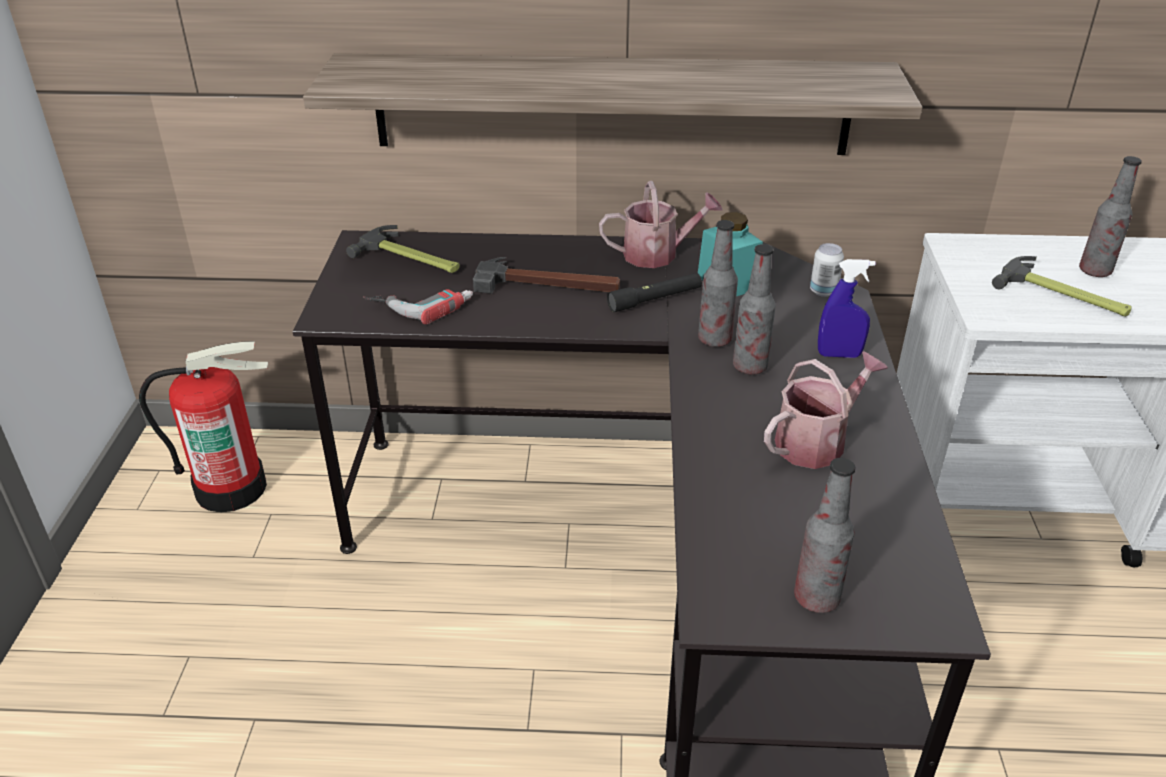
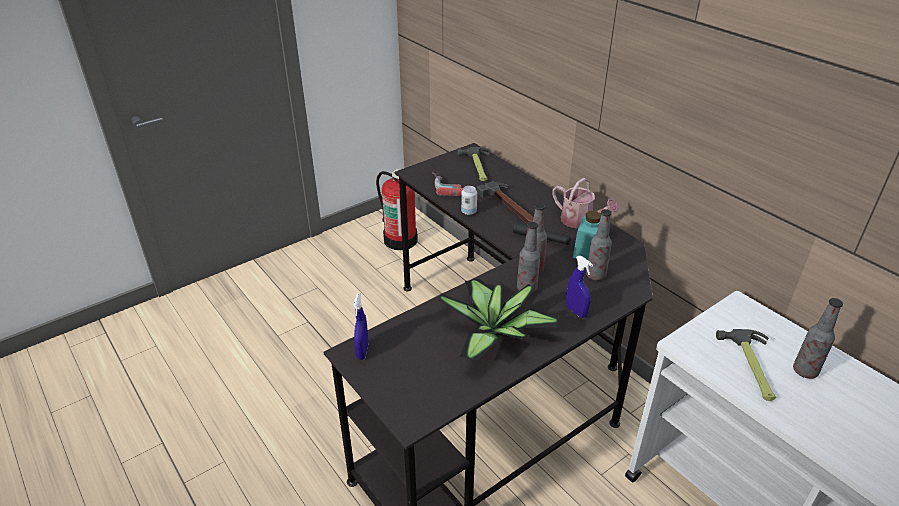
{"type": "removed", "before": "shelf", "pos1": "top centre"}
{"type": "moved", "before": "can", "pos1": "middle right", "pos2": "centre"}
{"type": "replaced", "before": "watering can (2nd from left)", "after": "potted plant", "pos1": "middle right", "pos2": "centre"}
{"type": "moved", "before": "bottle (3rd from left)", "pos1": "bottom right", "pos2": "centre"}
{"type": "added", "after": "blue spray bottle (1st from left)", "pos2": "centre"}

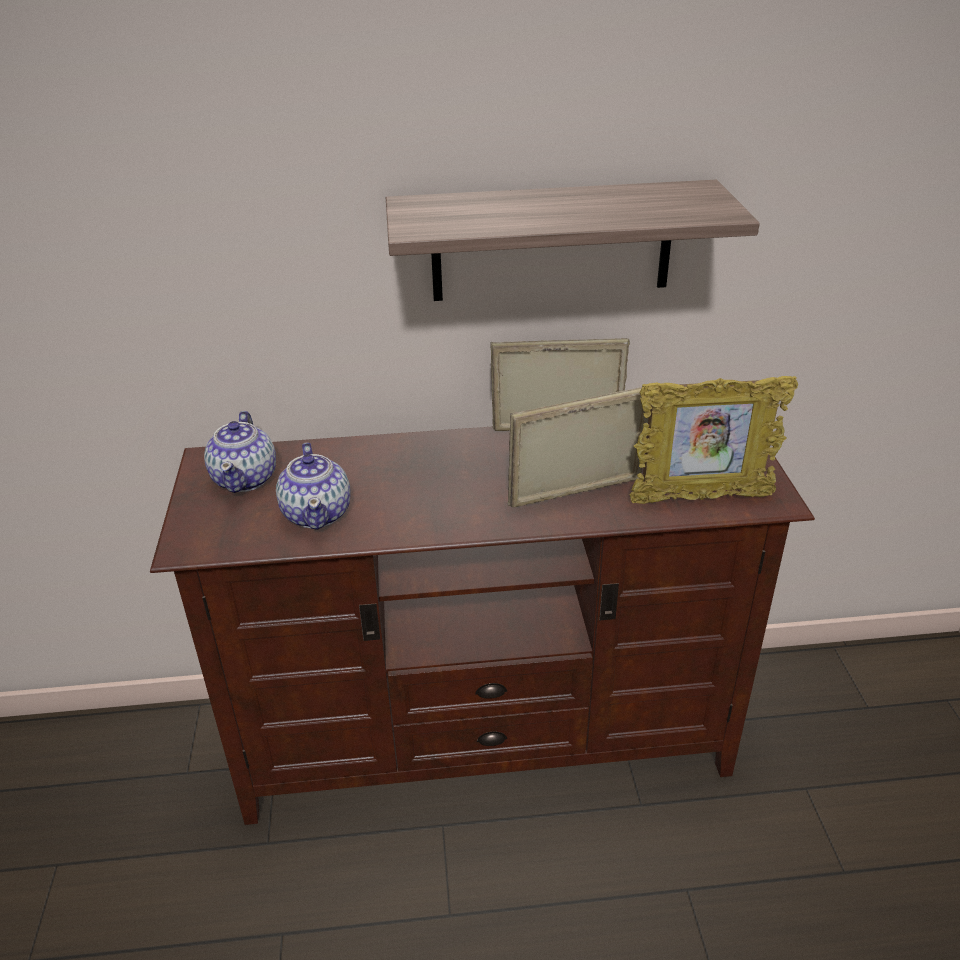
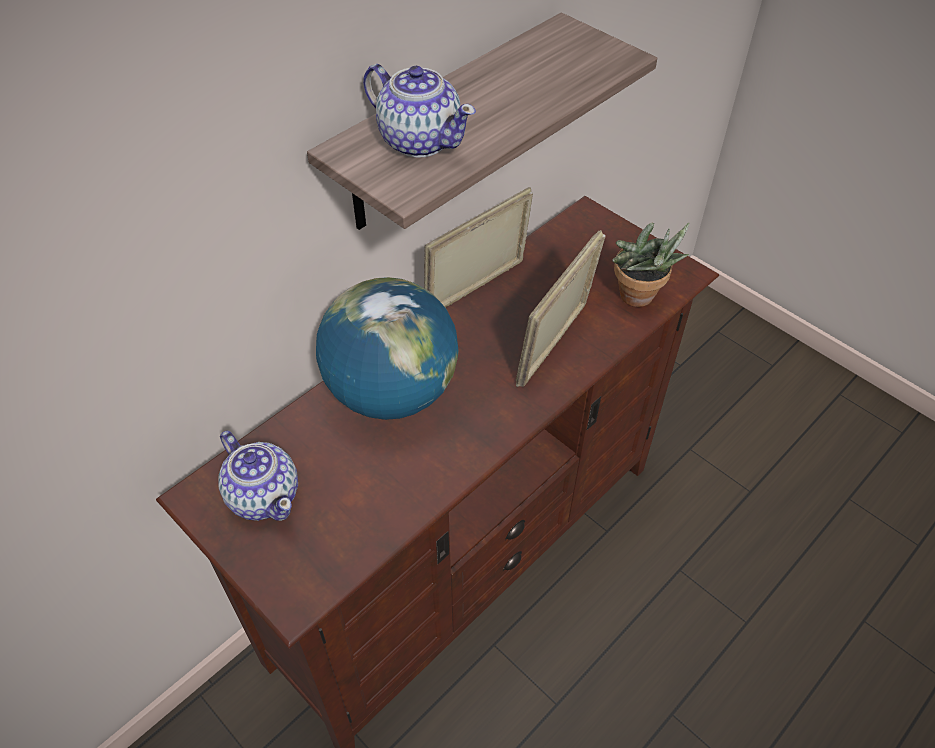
{"type": "replaced", "before": "picture frame (3rd from left)", "after": "potted plant", "pos1": "middle right", "pos2": "middle right"}
{"type": "moved", "before": "teapot (2nd from left)", "pos1": "middle left", "pos2": "top centre"}
{"type": "added", "after": "globe", "pos2": "centre"}

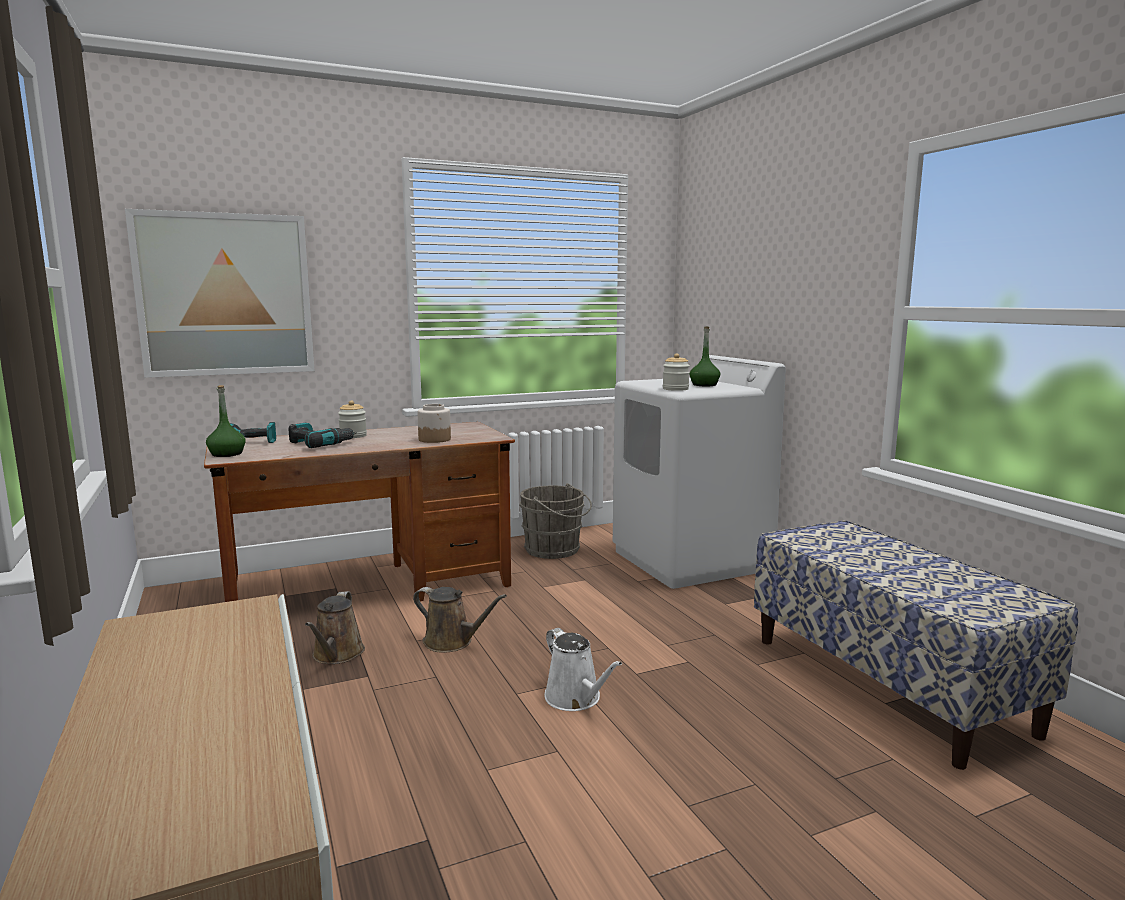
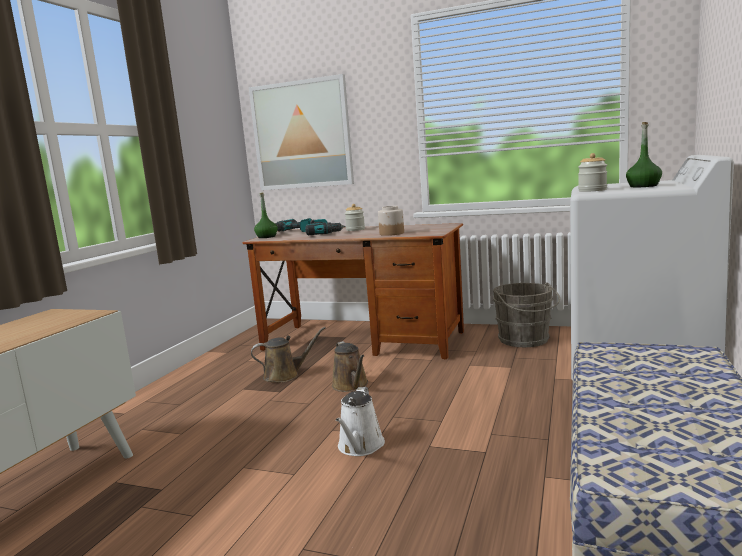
{"type": "turned", "before": "brown watering can (1st from left)", "pos1": "bottom left", "pos2": "centre", "turn": -150}

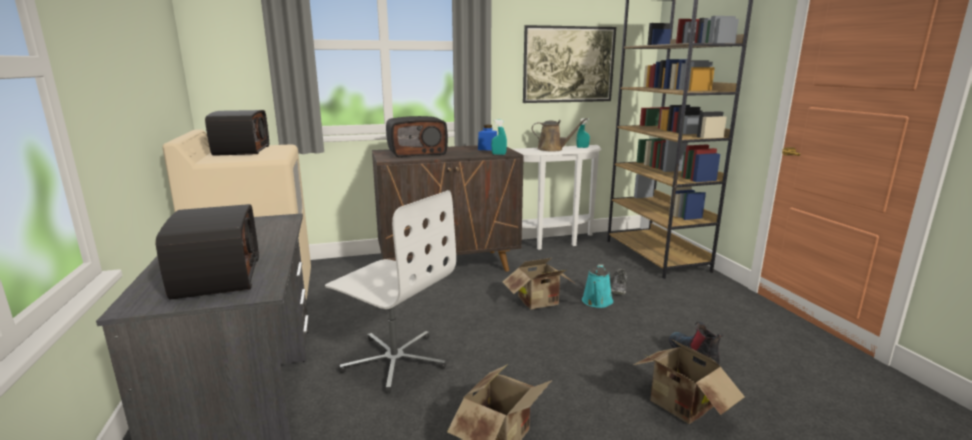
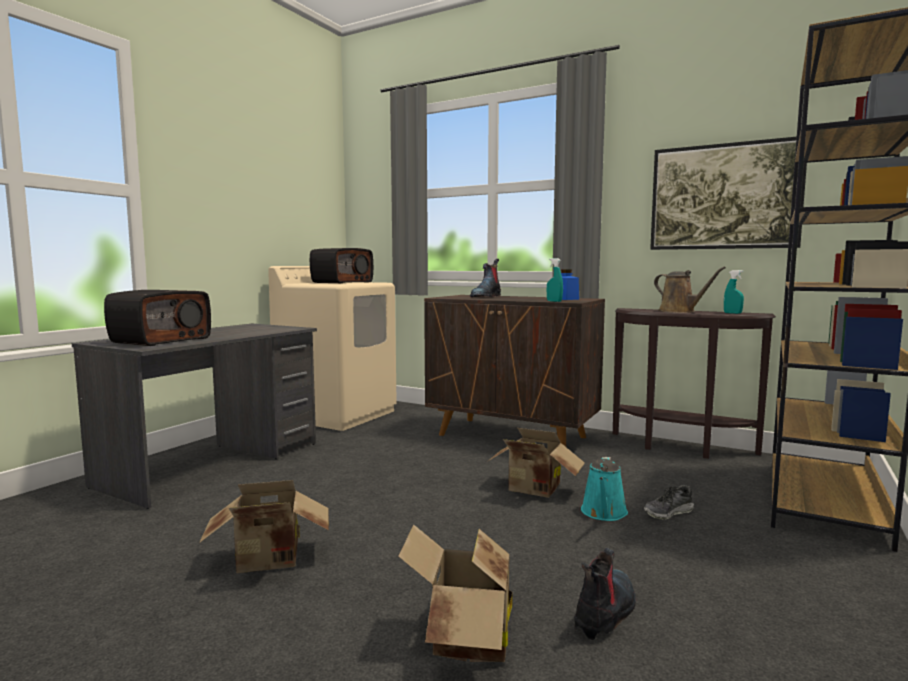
{"type": "replaced", "before": "radio (3rd from left)", "after": "boot (1st from left)", "pos1": "top centre", "pos2": "centre"}
{"type": "recoloured", "before": "white console table", "after": "brown console table", "pos1": "centre", "pos2": "middle right"}
{"type": "removed", "before": "white office chair", "pos1": "centre"}
{"type": "turned", "before": "turquoise watering can", "pos1": "centre", "pos2": "bottom centre", "turn": -45}

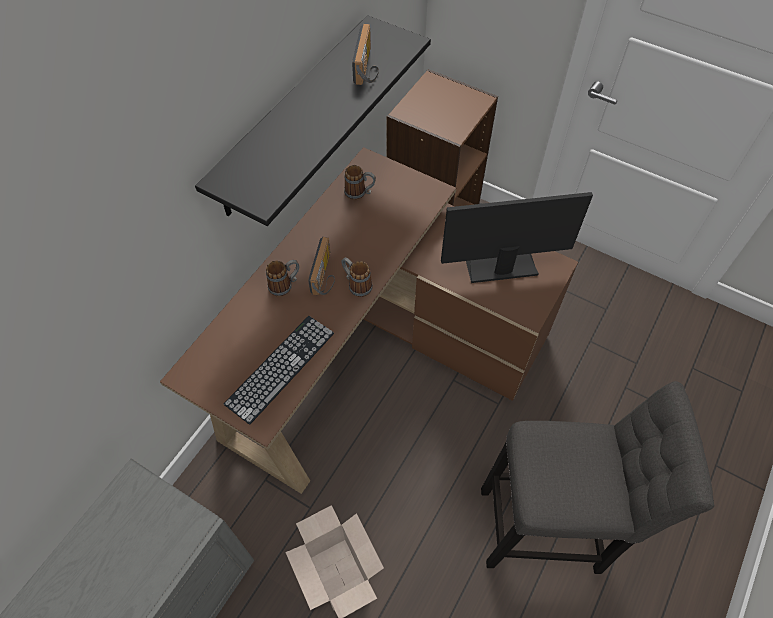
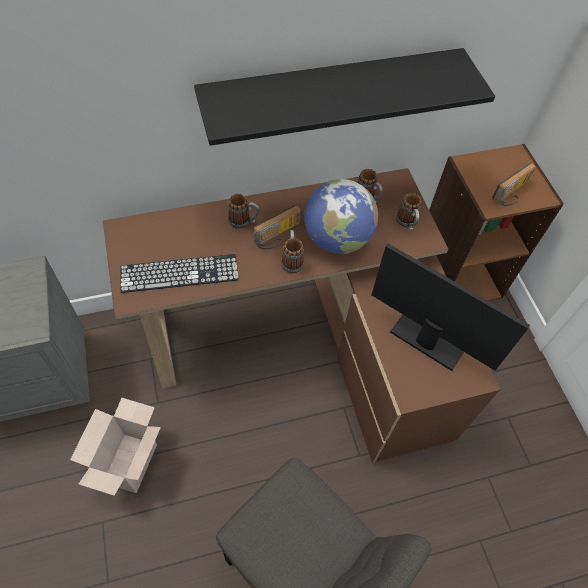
{"type": "moved", "before": "radio (2nd from left)", "pos1": "top centre", "pos2": "top right"}
{"type": "added", "after": "globe", "pos2": "centre"}
{"type": "added", "after": "mug (4th from left)", "pos2": "middle right"}

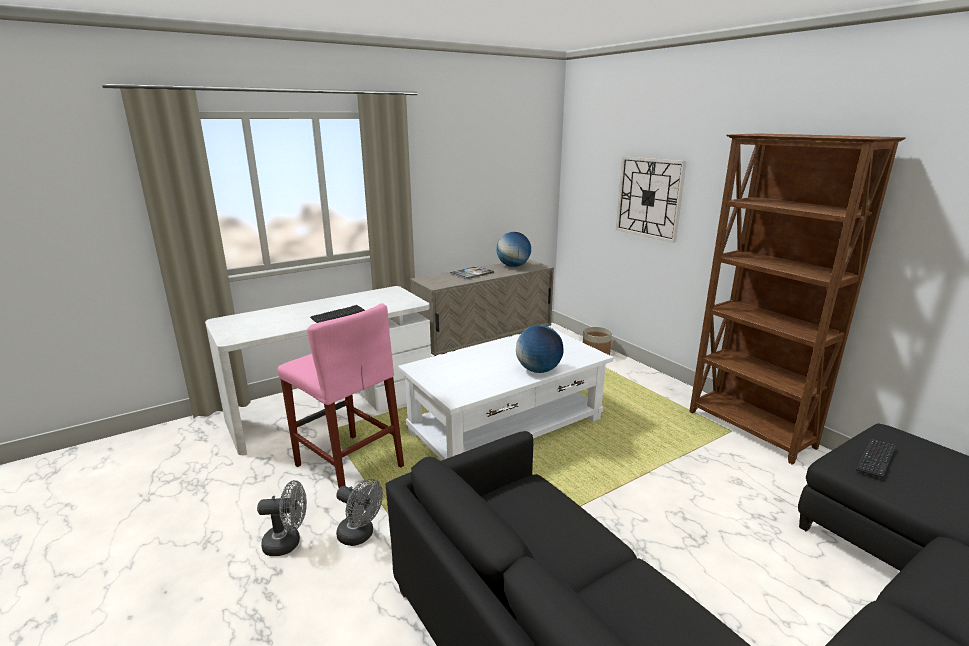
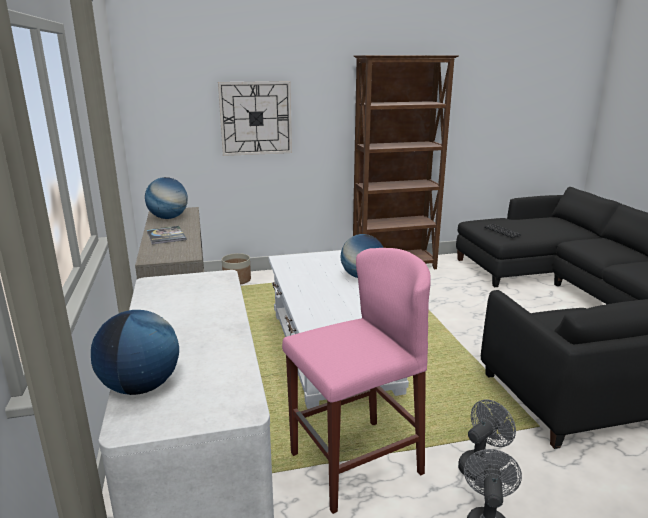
{"type": "removed", "before": "keyboard (1st from left)", "pos1": "centre"}
{"type": "added", "after": "globe (1st from left)", "pos2": "bottom left"}

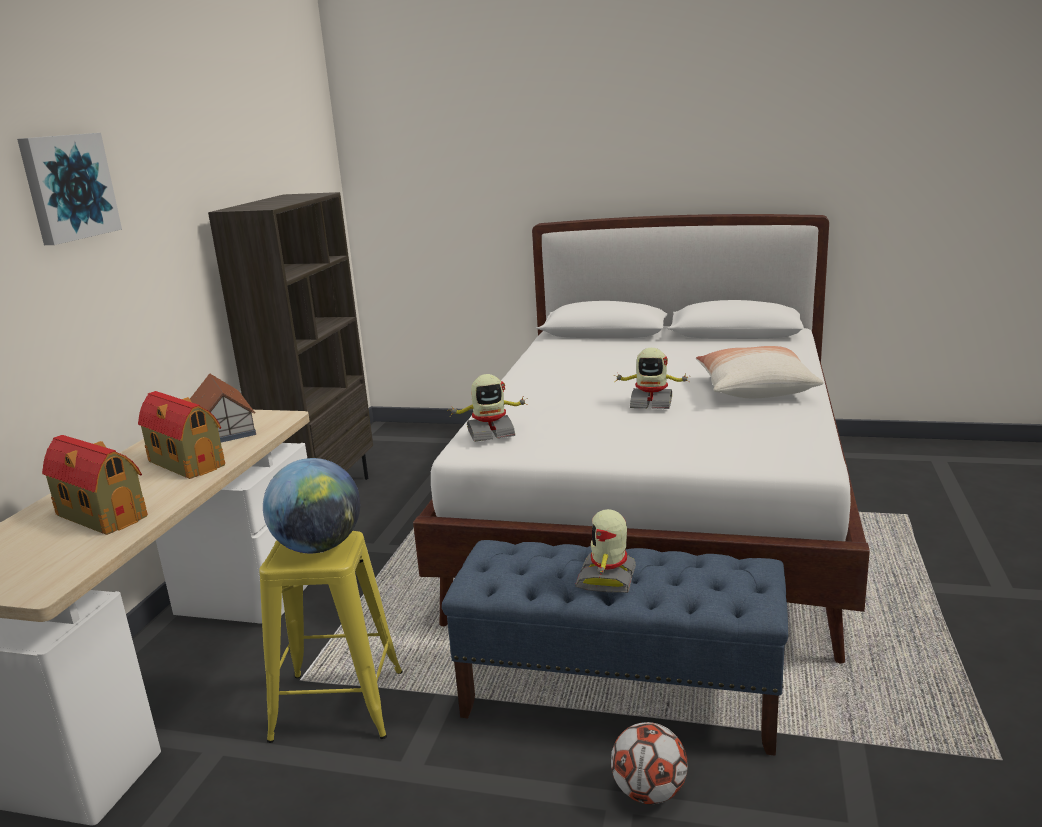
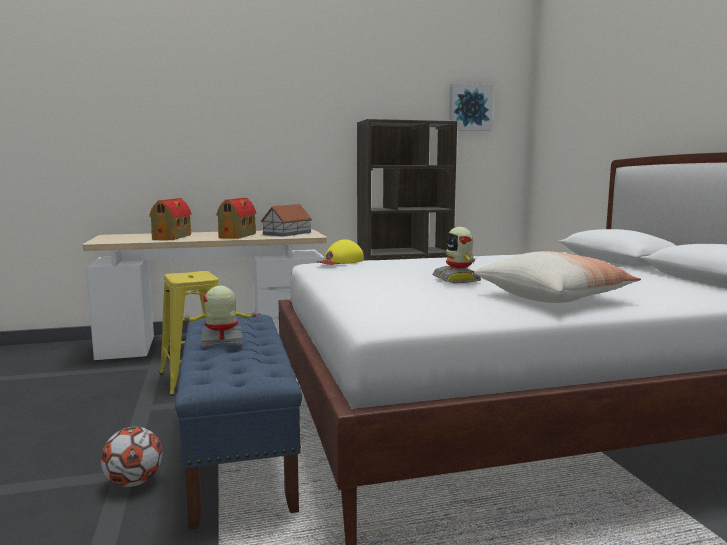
{"type": "moved", "before": "picture", "pos1": "top left", "pos2": "top centre"}
{"type": "replaced", "before": "toy robot (1st from left)", "after": "yellow cap", "pos1": "centre", "pos2": "centre"}
{"type": "removed", "before": "globe", "pos1": "middle left"}

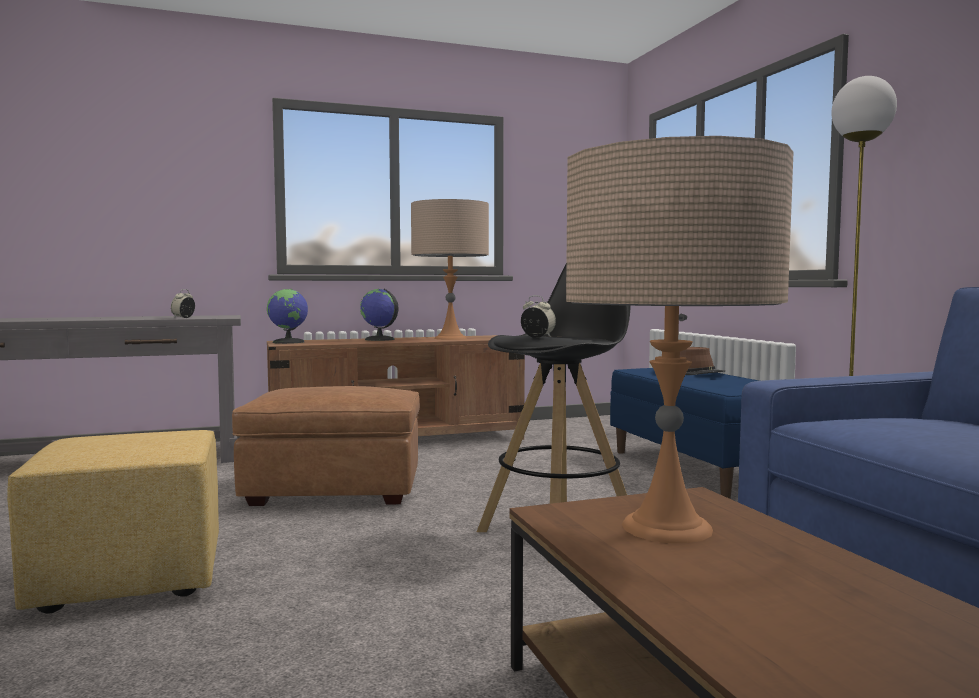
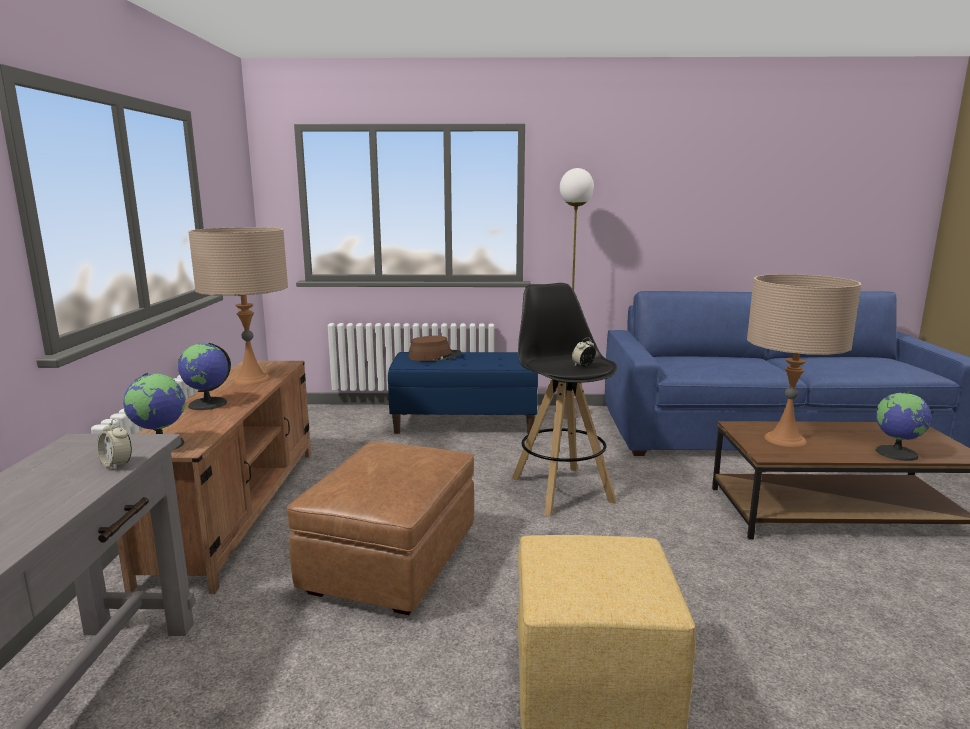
{"type": "added", "after": "globe (3rd from left)", "pos2": "middle right"}

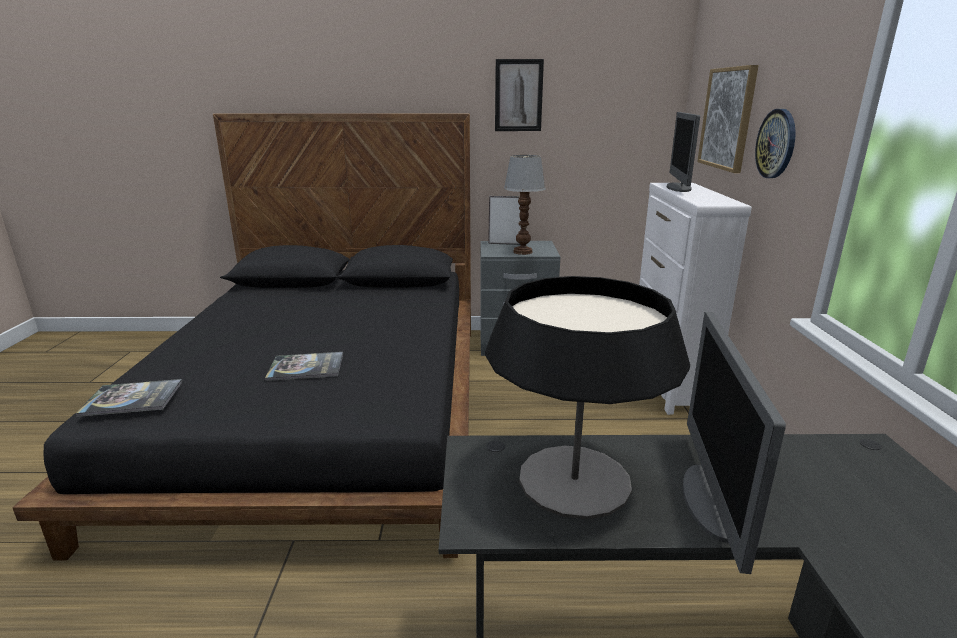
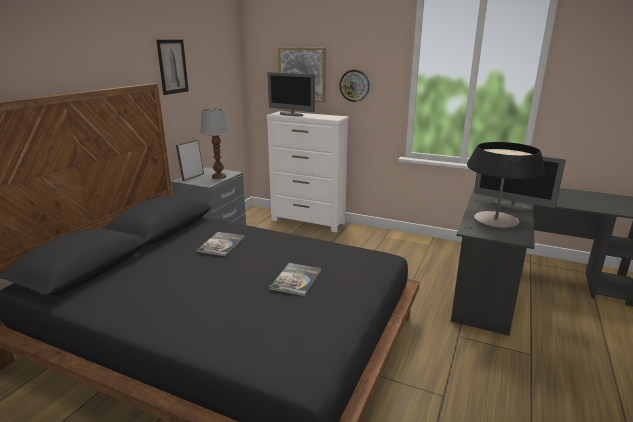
{"type": "moved", "before": "book (1st from left)", "pos1": "middle left", "pos2": "centre"}

